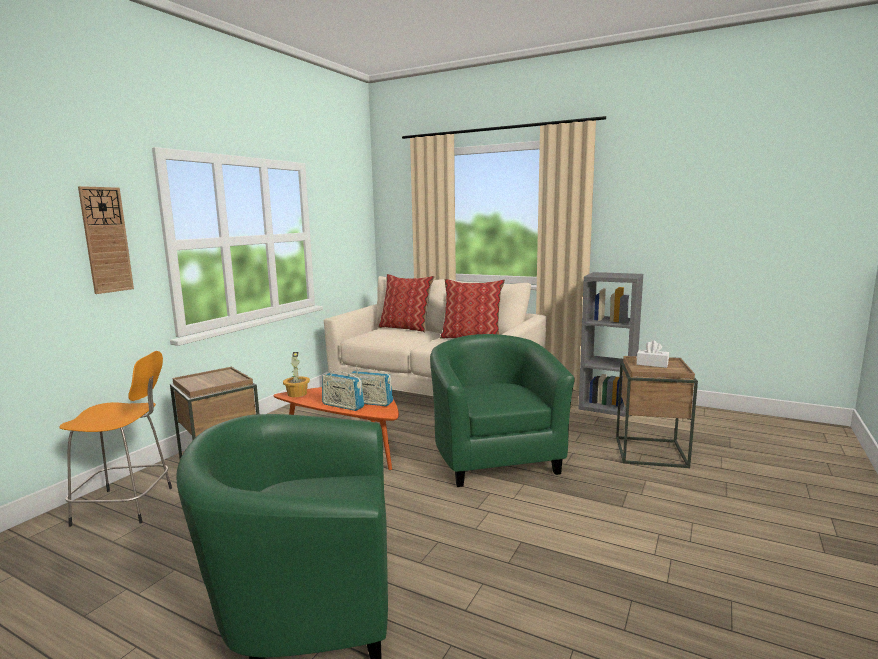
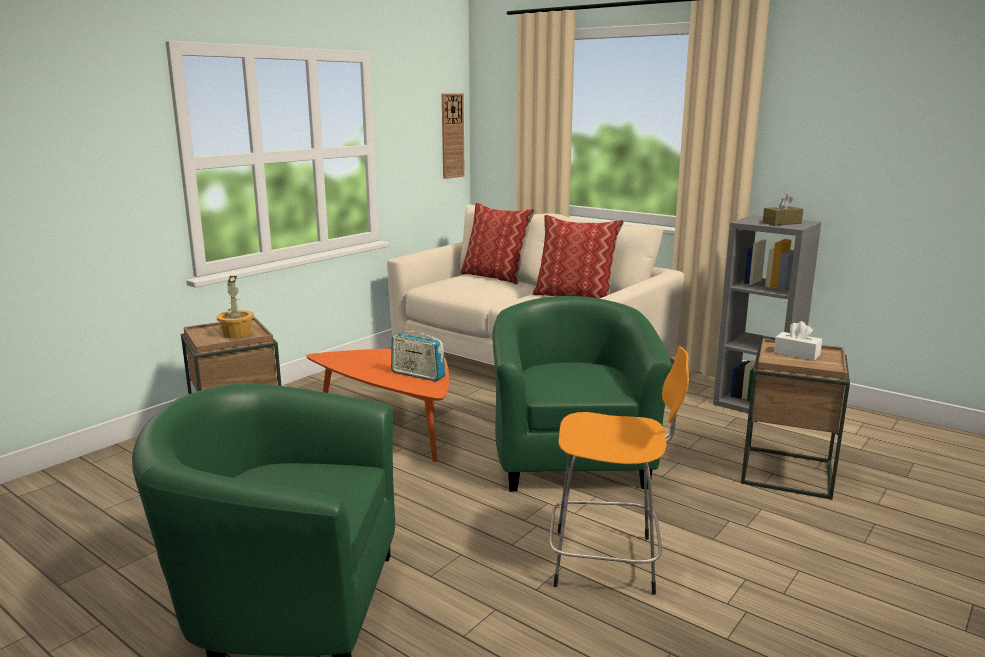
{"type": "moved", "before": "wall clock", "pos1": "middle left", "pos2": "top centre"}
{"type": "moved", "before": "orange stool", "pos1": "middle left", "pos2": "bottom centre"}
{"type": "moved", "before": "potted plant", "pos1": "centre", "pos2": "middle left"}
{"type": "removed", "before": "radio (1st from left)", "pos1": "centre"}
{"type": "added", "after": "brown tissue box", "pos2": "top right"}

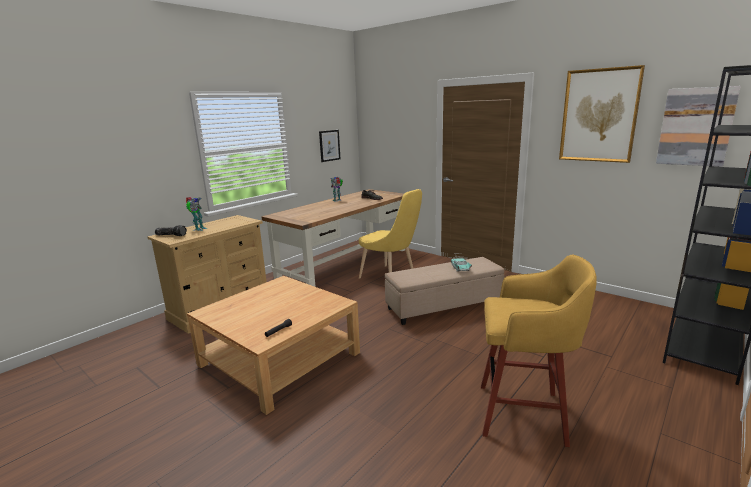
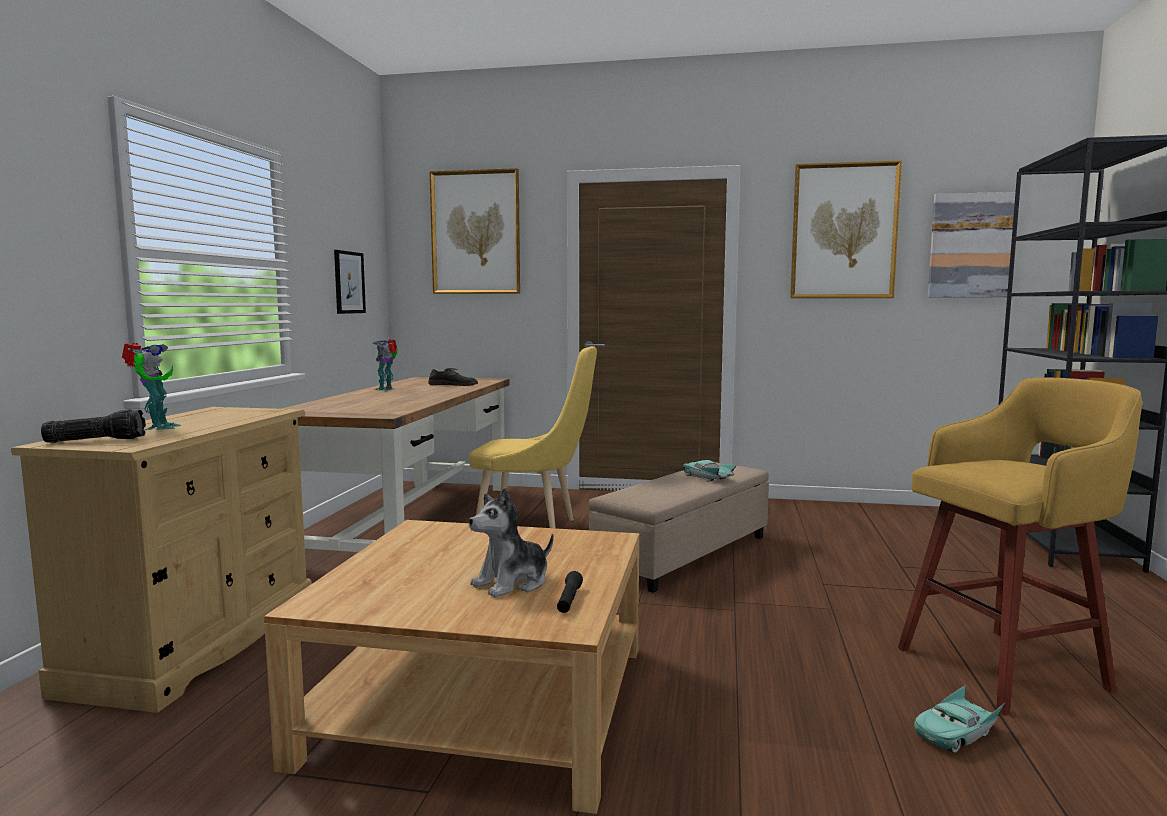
{"type": "added", "after": "picture (2nd from left)", "pos2": "top centre"}
{"type": "added", "after": "plush toy", "pos2": "centre"}
{"type": "added", "after": "turquoise toy car (2nd from left)", "pos2": "bottom right"}

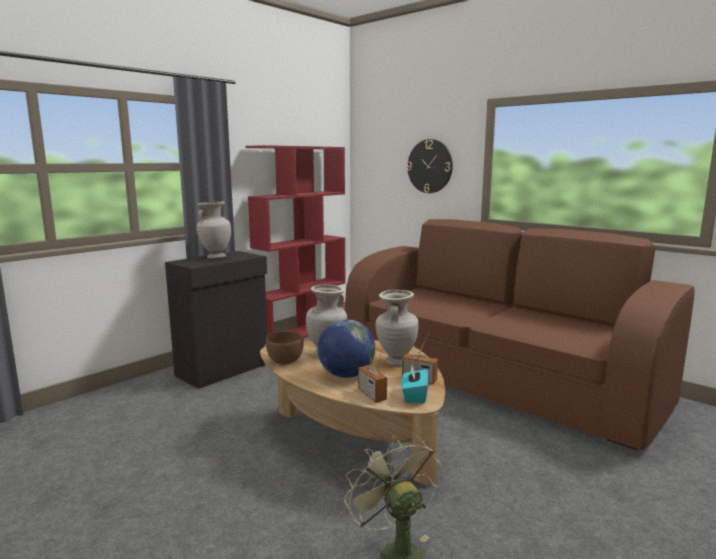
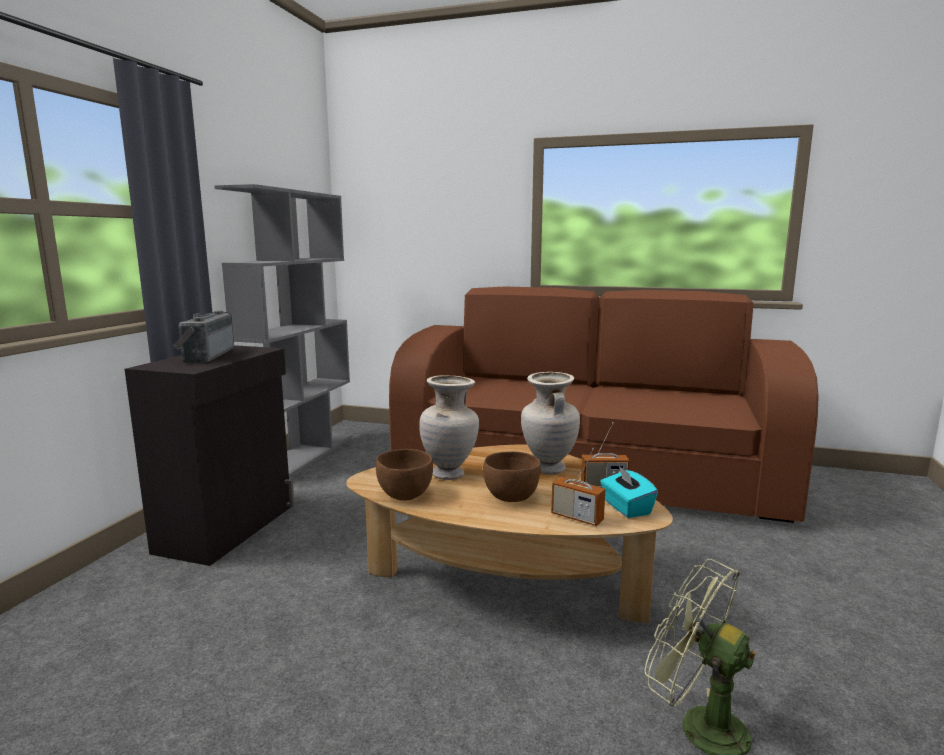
{"type": "removed", "before": "wall clock", "pos1": "top centre"}
{"type": "recoloured", "before": "red bookcase", "after": "grey bookcase", "pos1": "centre", "pos2": "middle left"}
{"type": "replaced", "before": "beige vase (1st from left)", "after": "radio (1st from left)", "pos1": "middle left", "pos2": "middle left"}
{"type": "replaced", "before": "globe", "after": "brown bowl (2nd from left)", "pos1": "centre", "pos2": "centre"}

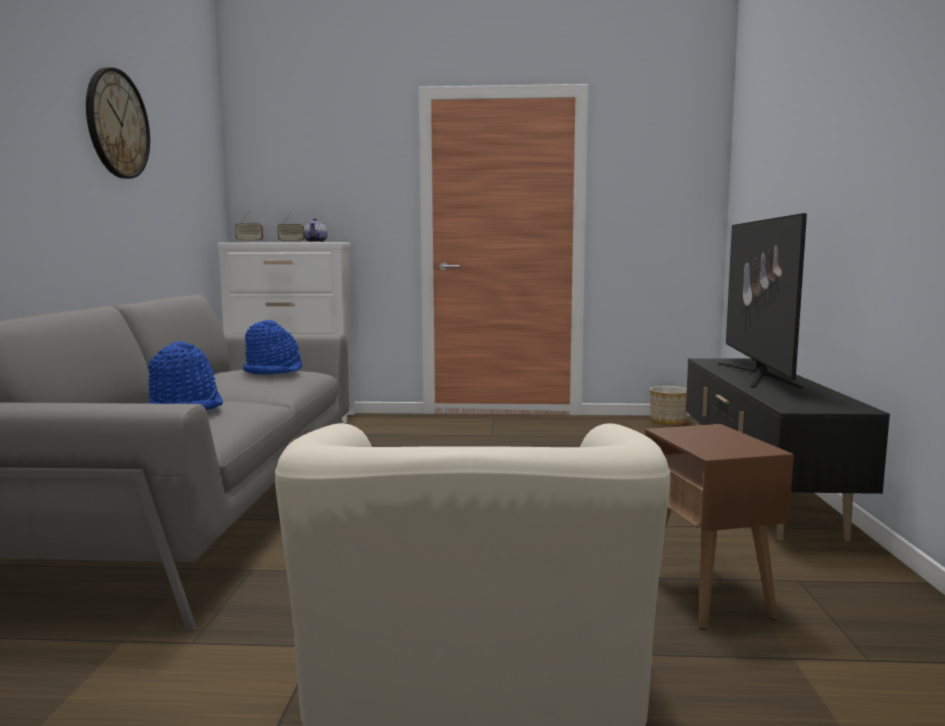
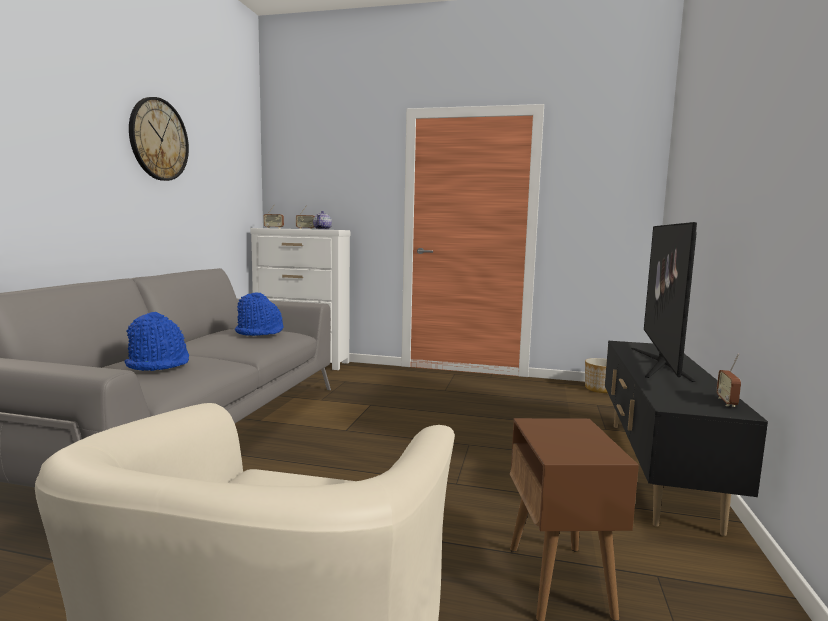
{"type": "added", "after": "radio (3rd from left)", "pos2": "middle right"}

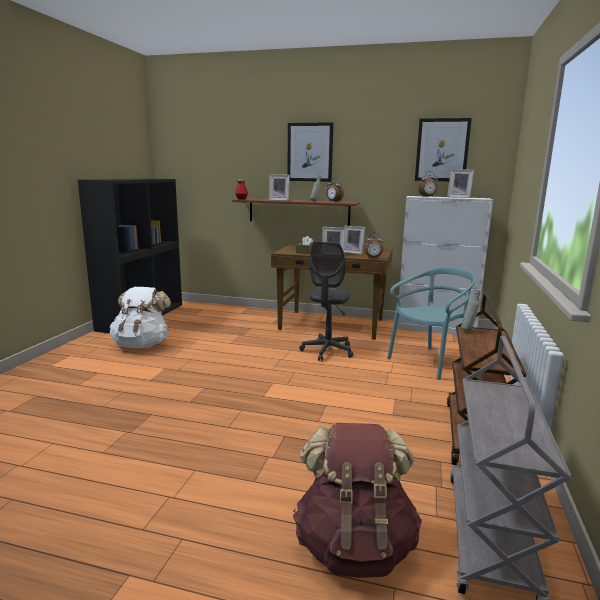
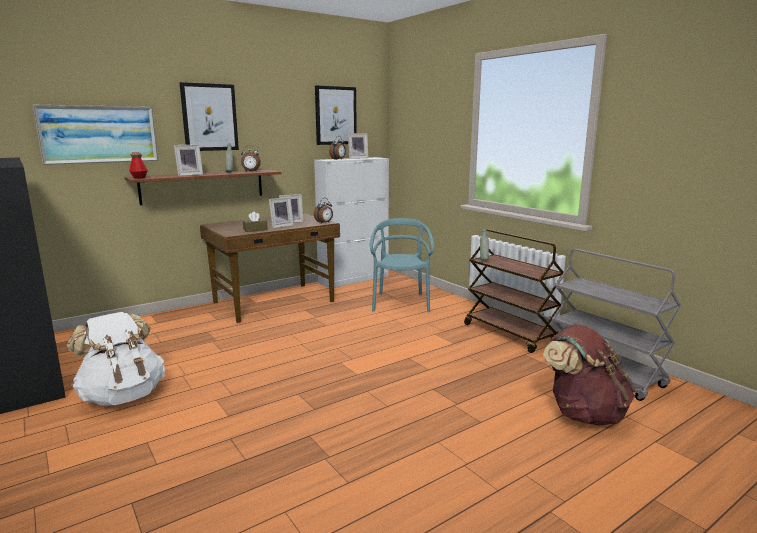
{"type": "removed", "before": "grey office chair", "pos1": "centre"}
{"type": "added", "after": "picture (1st from left)", "pos2": "top left"}

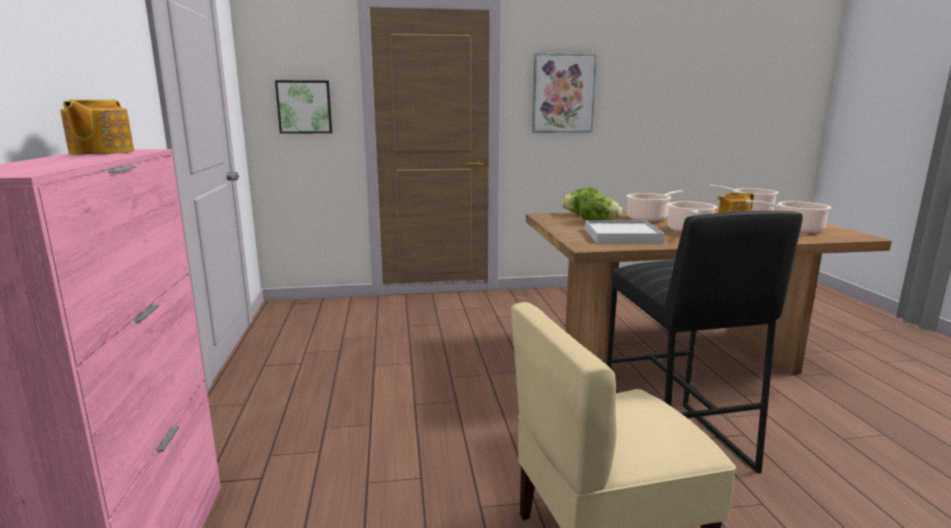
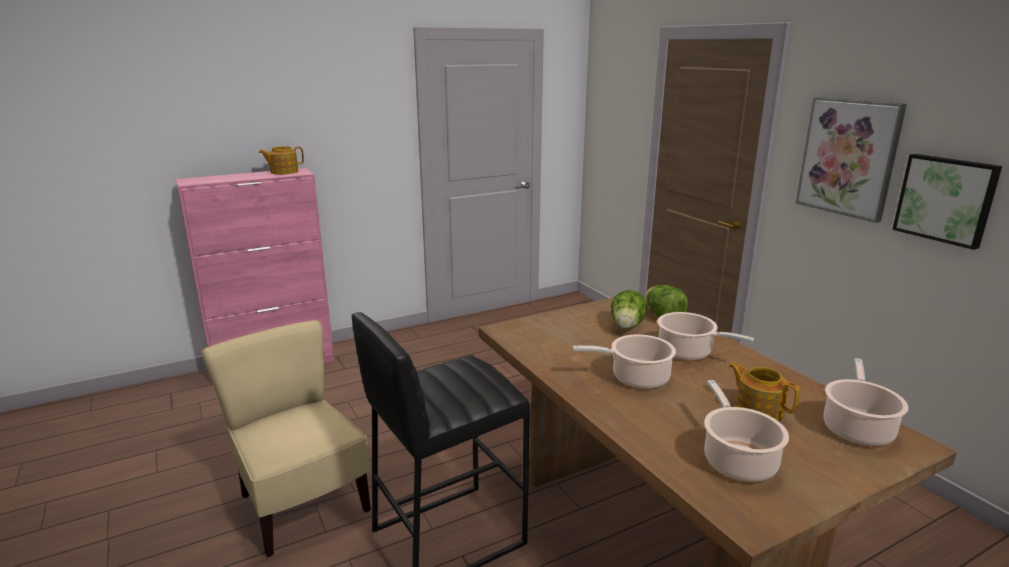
{"type": "moved", "before": "picture (1st from left in the first image)", "after": "picture (2nd from left)", "pos1": "top left", "pos2": "middle right"}
{"type": "removed", "before": "white tray", "pos1": "centre"}

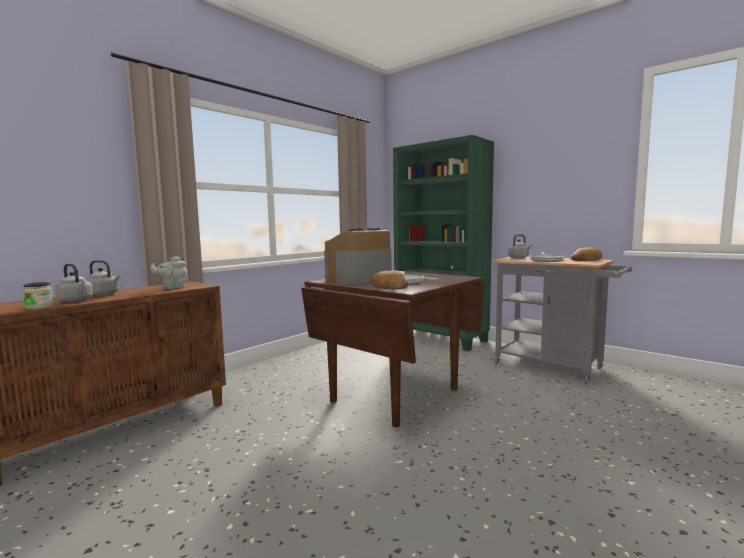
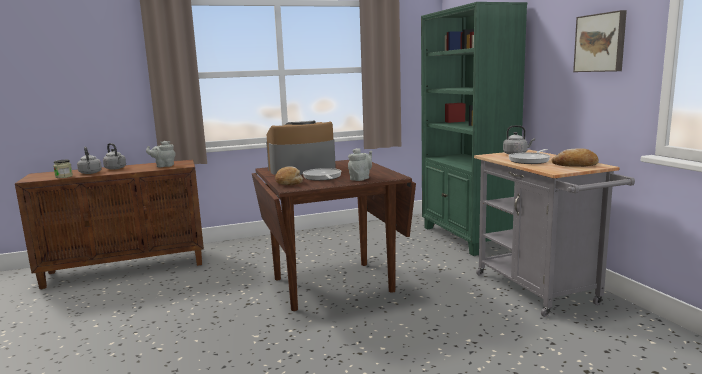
{"type": "added", "after": "picture", "pos2": "top right"}
{"type": "added", "after": "grey teapot (2nd from left)", "pos2": "centre"}

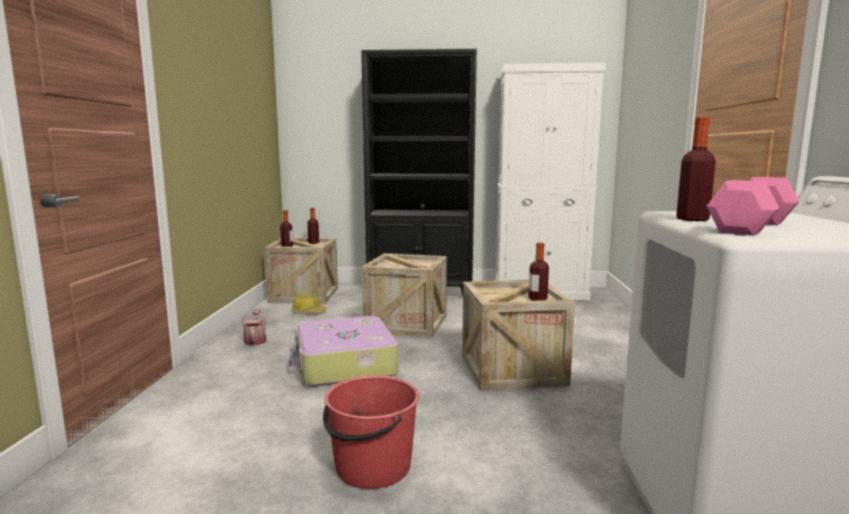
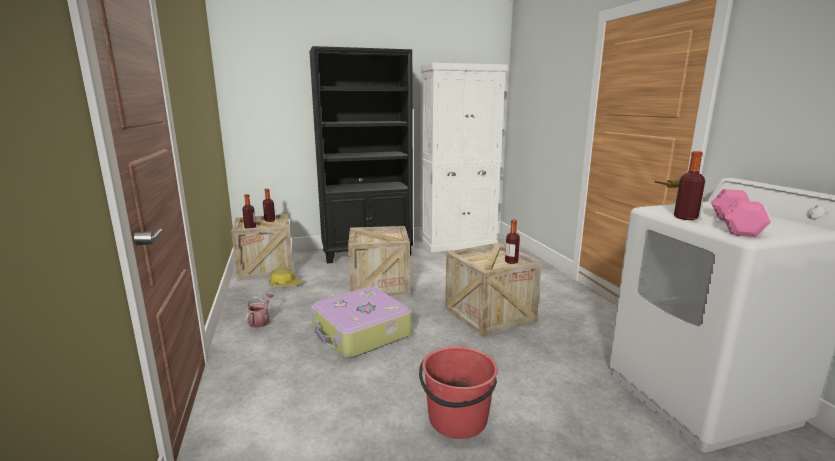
{"type": "turned", "before": "watering can", "pos1": "middle left", "pos2": "bottom left", "turn": 45}

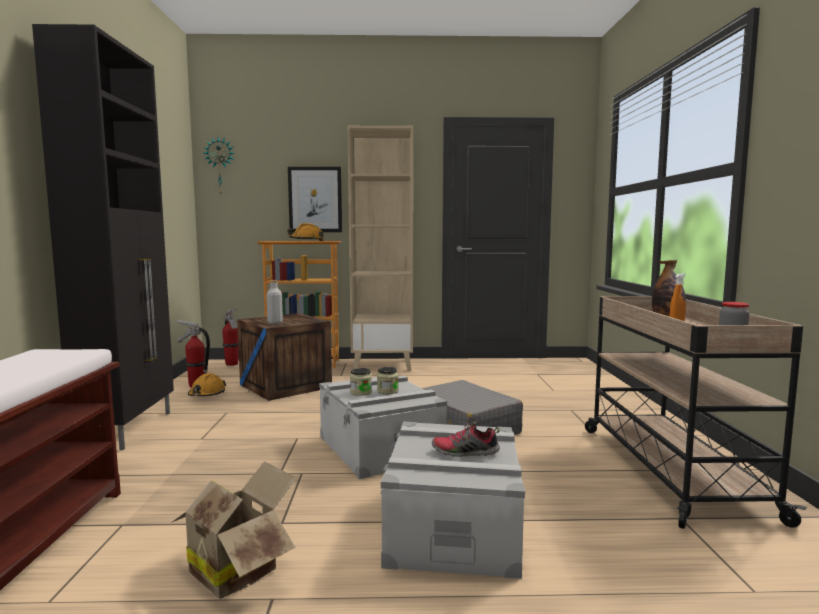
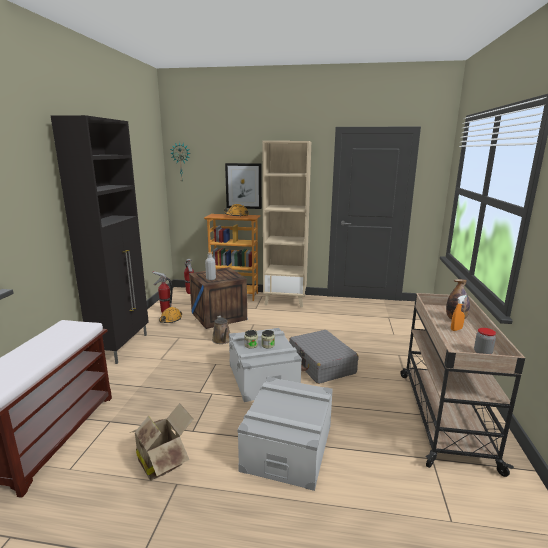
{"type": "removed", "before": "shoe", "pos1": "bottom centre"}
{"type": "added", "after": "brown watering can", "pos2": "centre"}

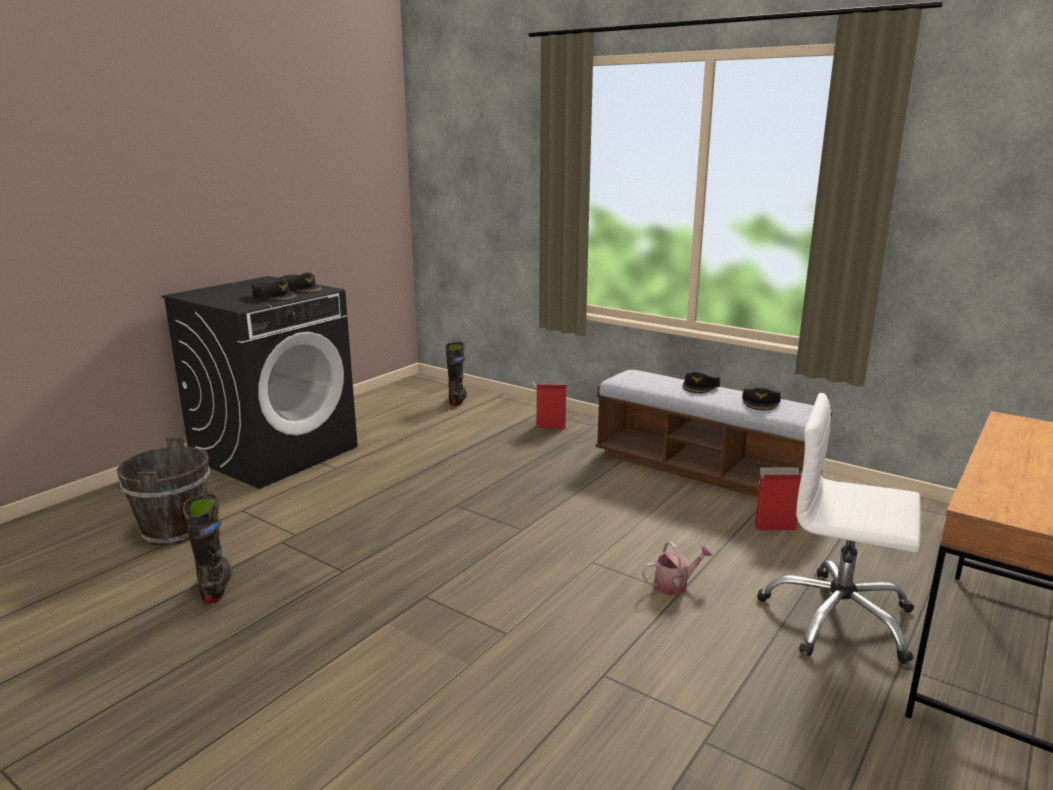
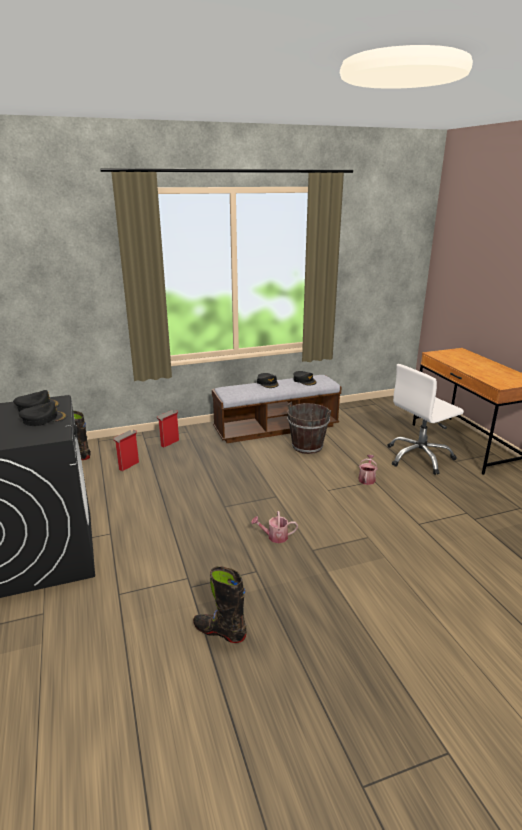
{"type": "moved", "before": "brown bucket", "pos1": "middle left", "pos2": "centre"}
{"type": "moved", "before": "cardboard box (2nd from left in the first image)", "after": "cardboard box (1st from left)", "pos1": "middle right", "pos2": "middle left"}
{"type": "added", "after": "watering can (1st from left)", "pos2": "centre"}

